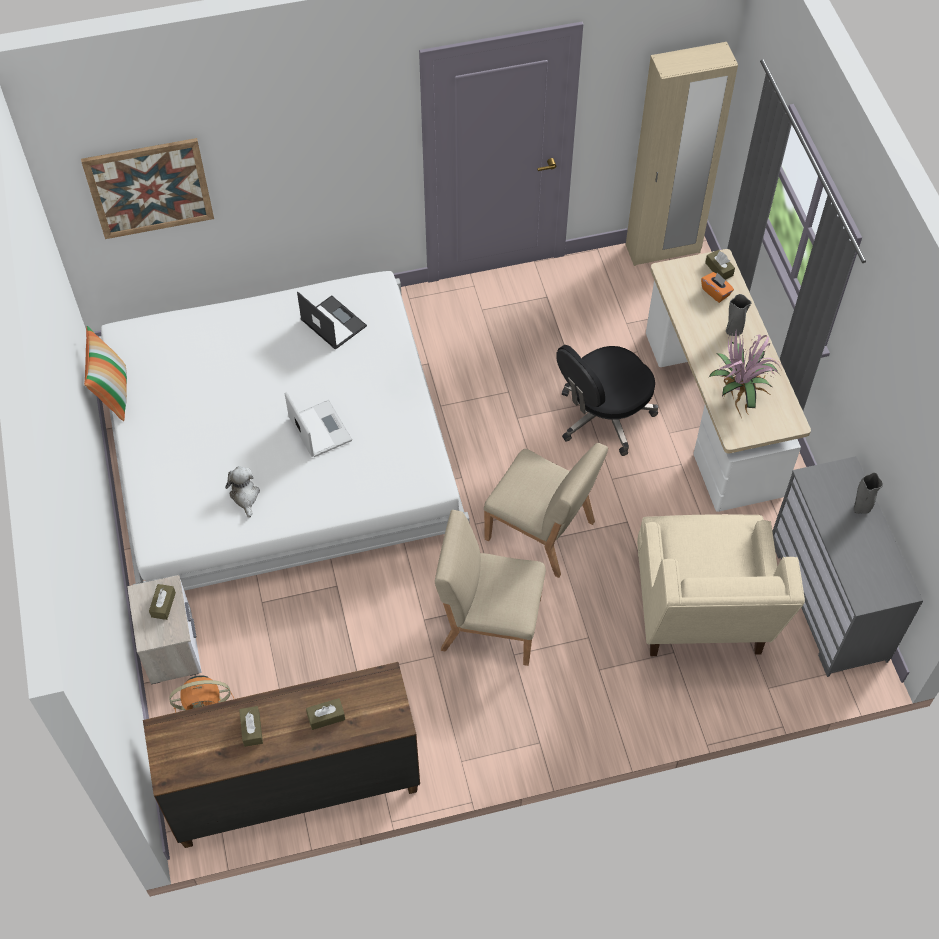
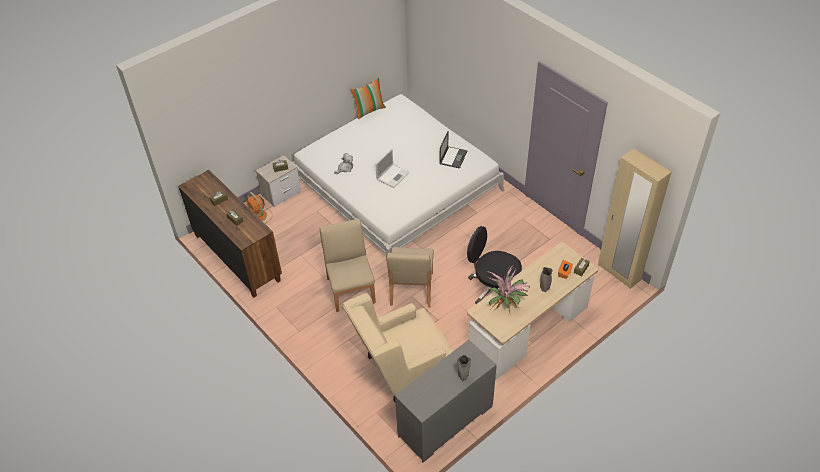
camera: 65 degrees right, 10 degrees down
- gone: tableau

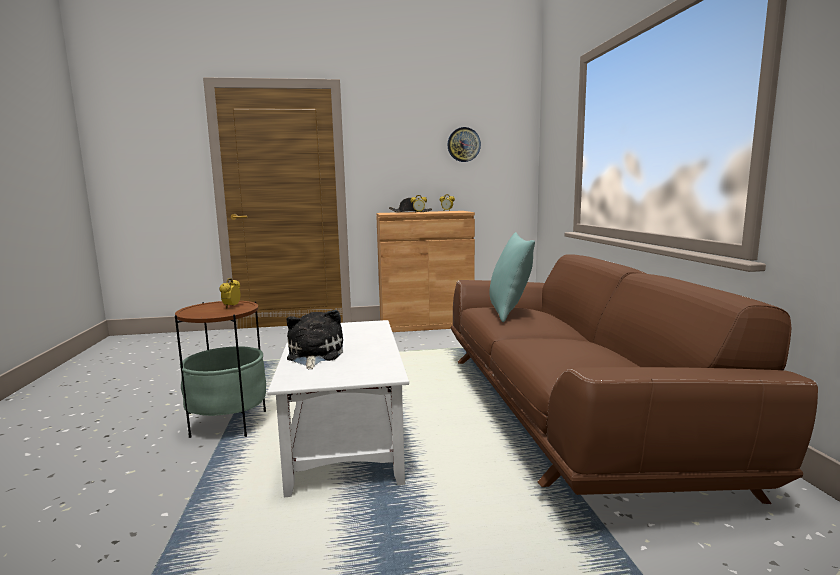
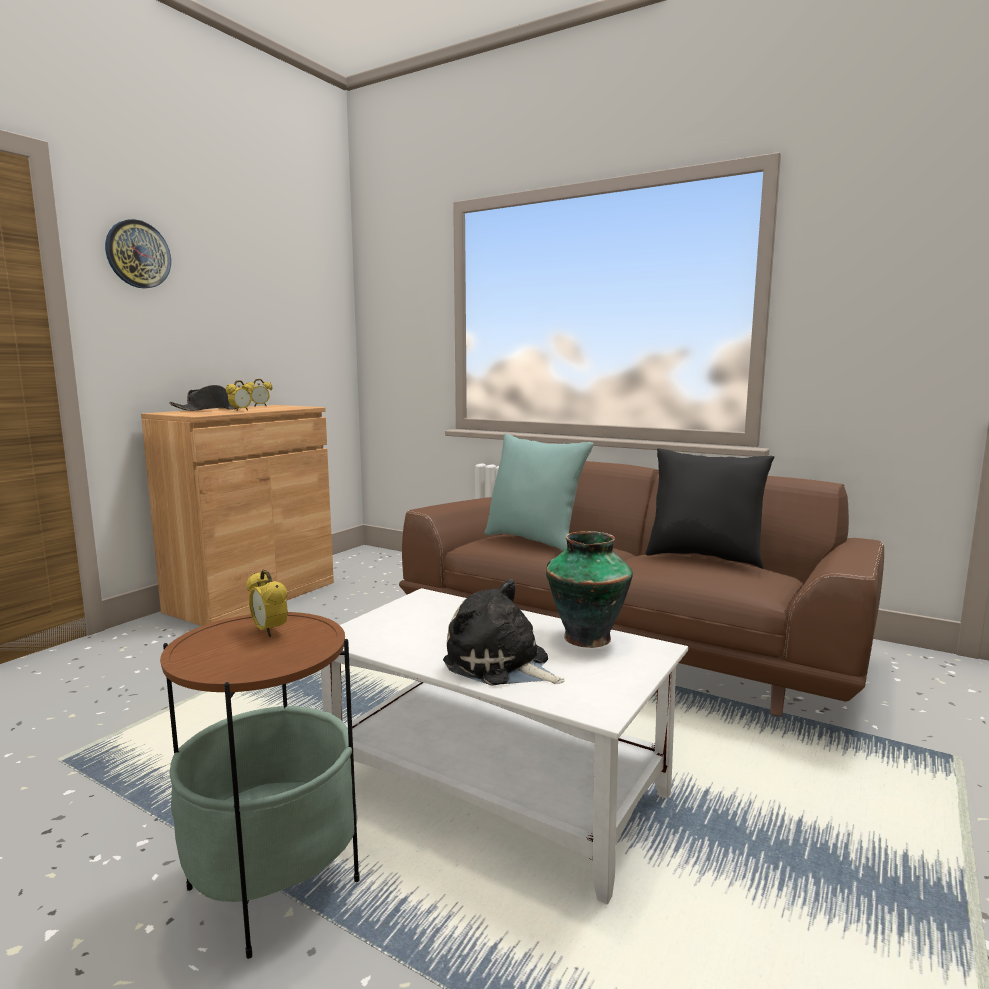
camera: 50 degrees left, 0 degrees up
- new: vase
- new: coussin (noir)
- shifted: horloge murale

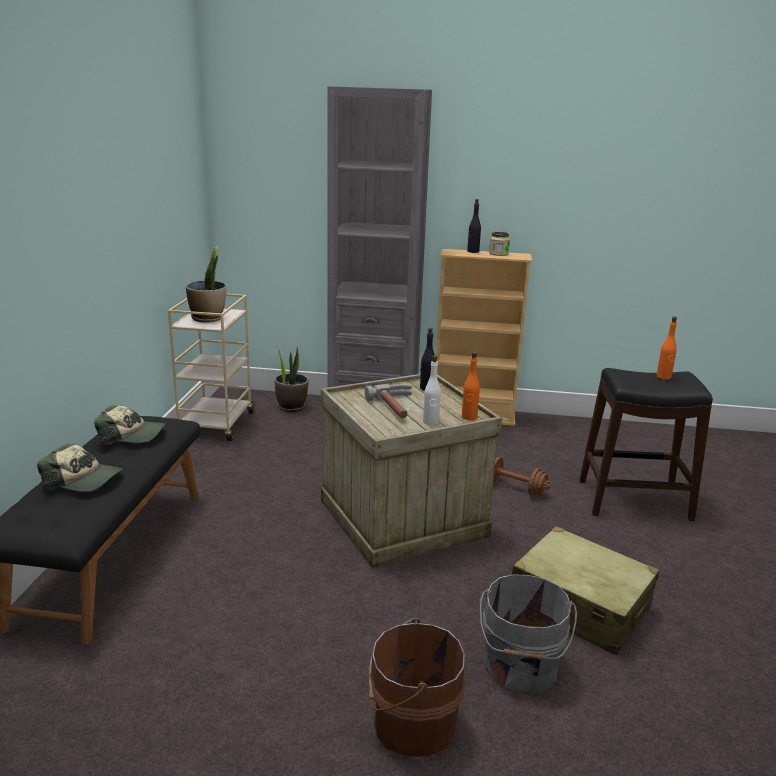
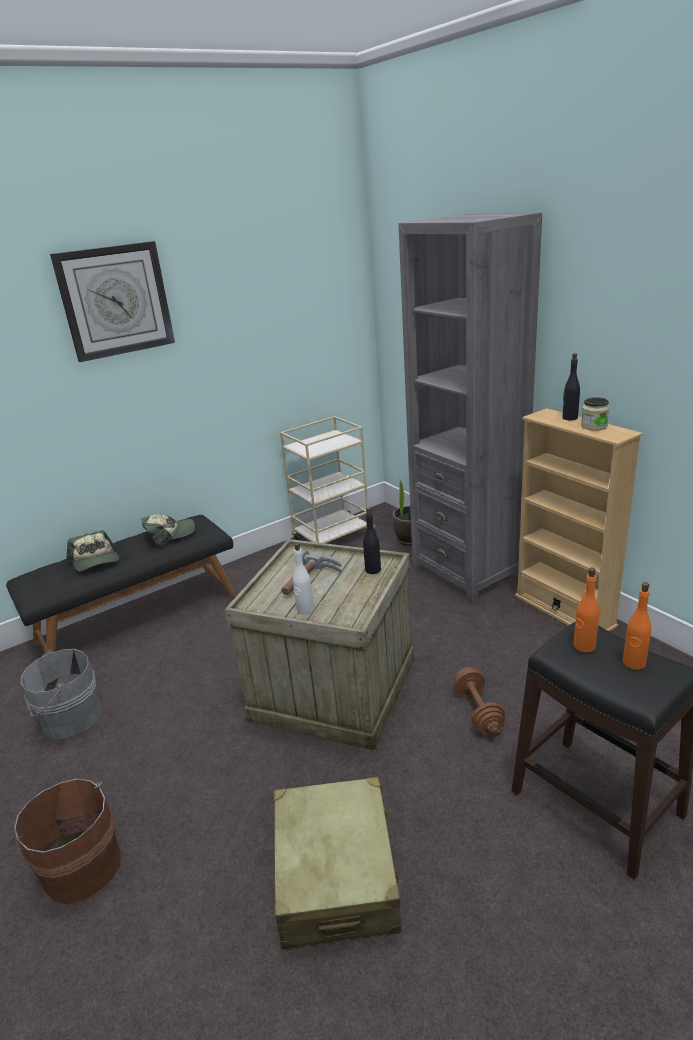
camera: 50 degrees right, 5 degrees up
- gone: plante en pot (no. 1 from left)
- new: horloge murale
- shifted: bouteille (orange) (no. 1 from left)
- shifted: seau (gris)
- rotated: casquette (no. 2 from left) 75 degrees counterclockwise

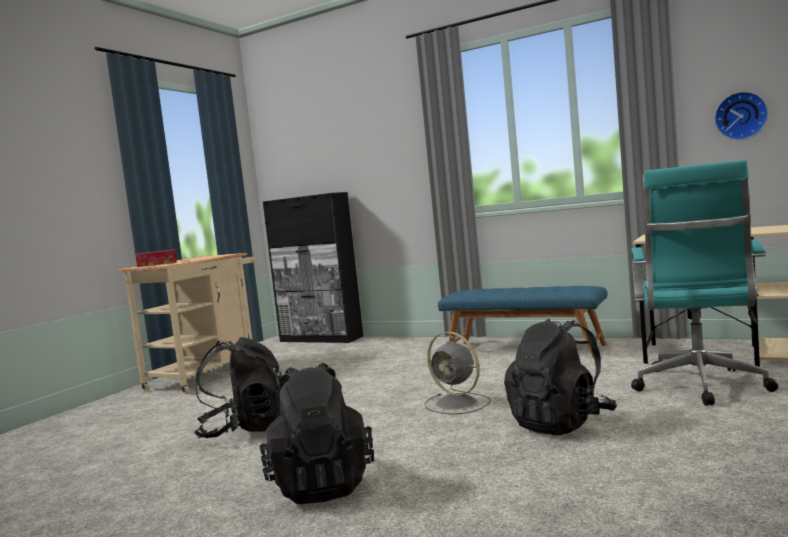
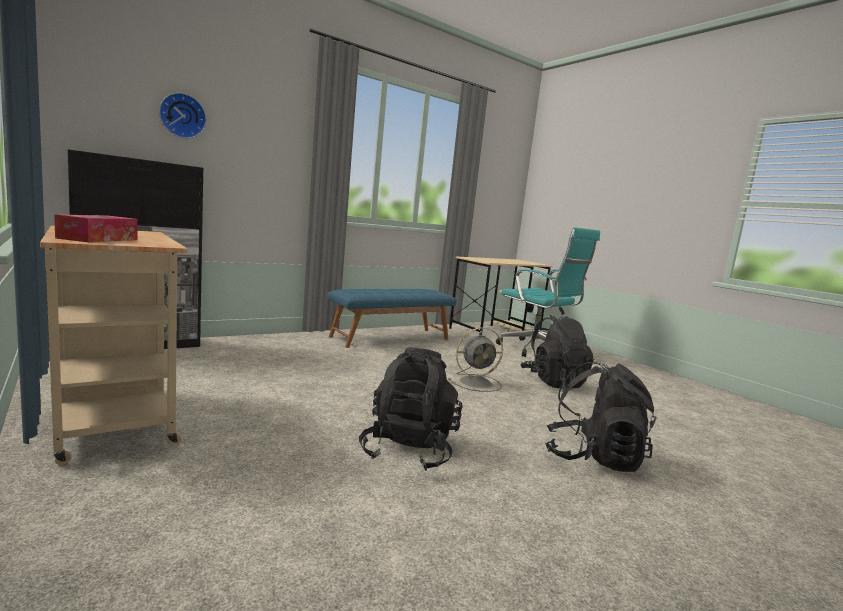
camera: 65 degrees left, 5 degrees up
- shifted: horloge murale

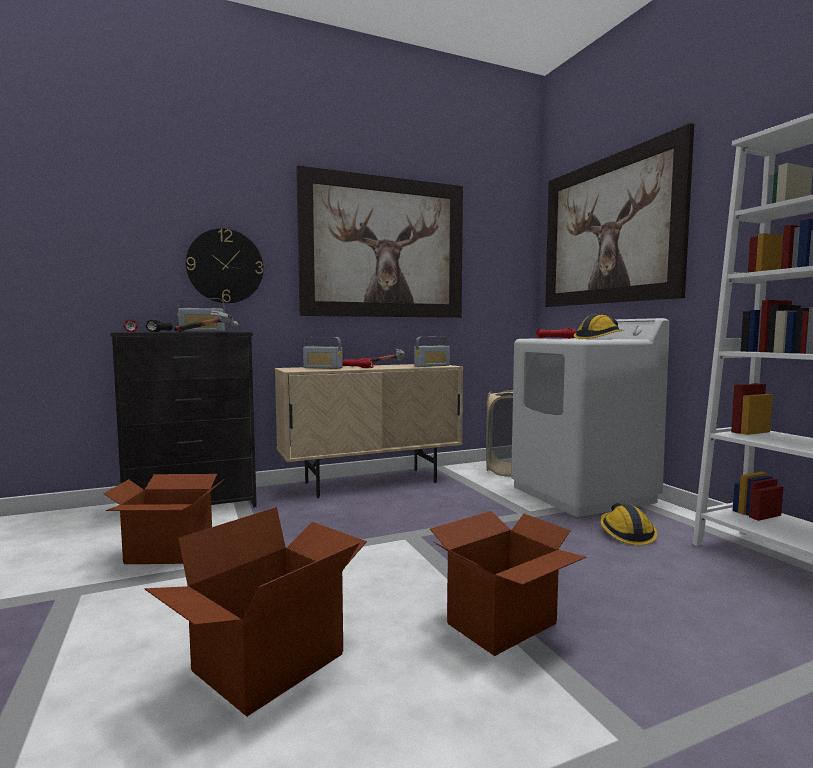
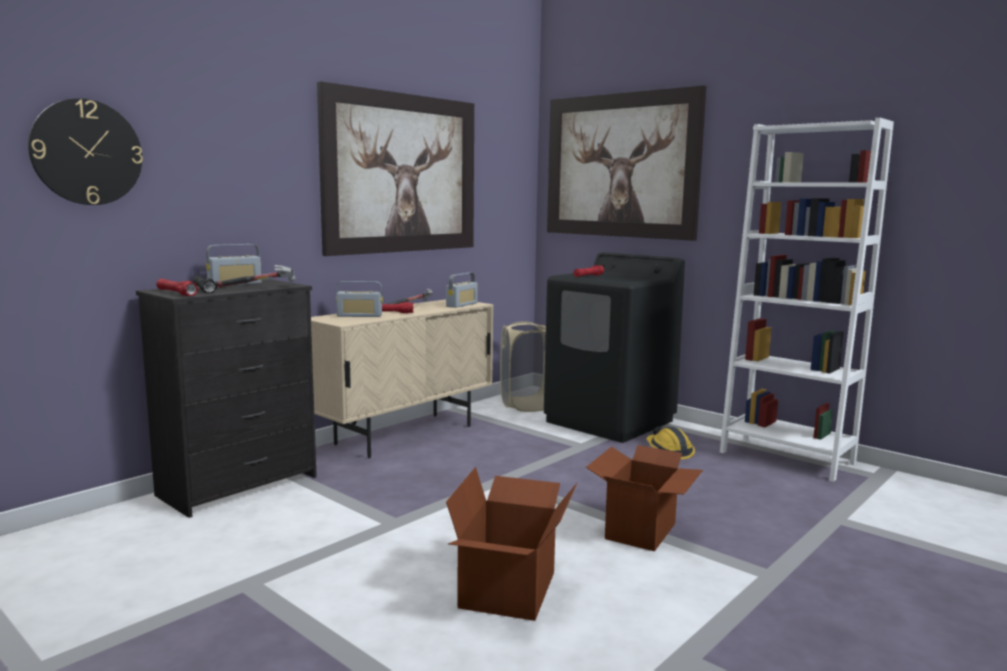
camera: 25 degrees left, 5 degrees up
- gone: carton (no. 1 from left)
- gone: casque de chantier (no. 1 from left)
- shifted: horloge murale
- repainted: lave-linge (blanc) to lave-linge (noir)

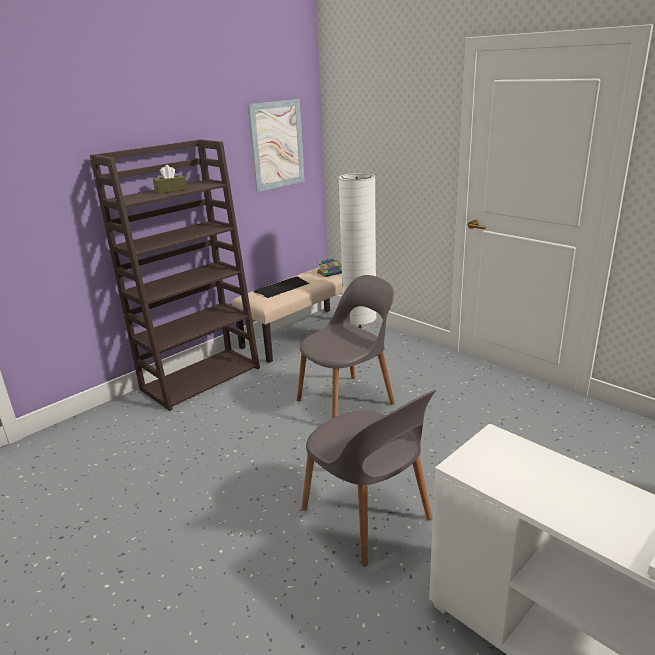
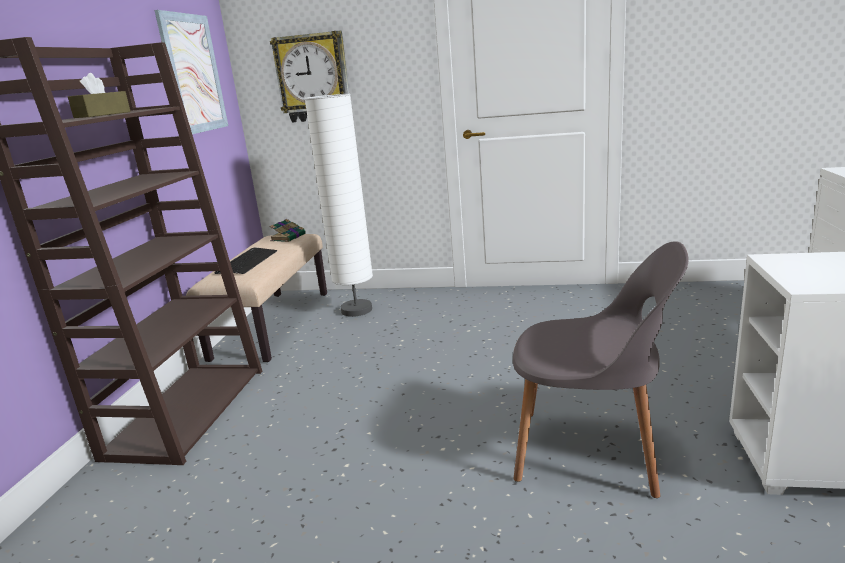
camera: 35 degrees left, 5 degrees down
- gone: chaise (gris) (no. 1 from left)
- new: horloge murale

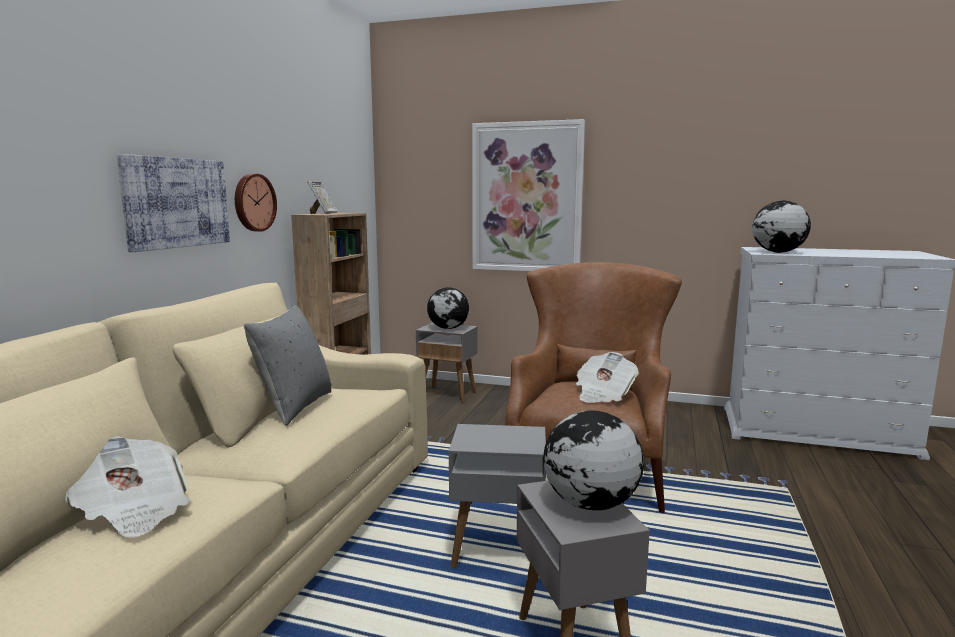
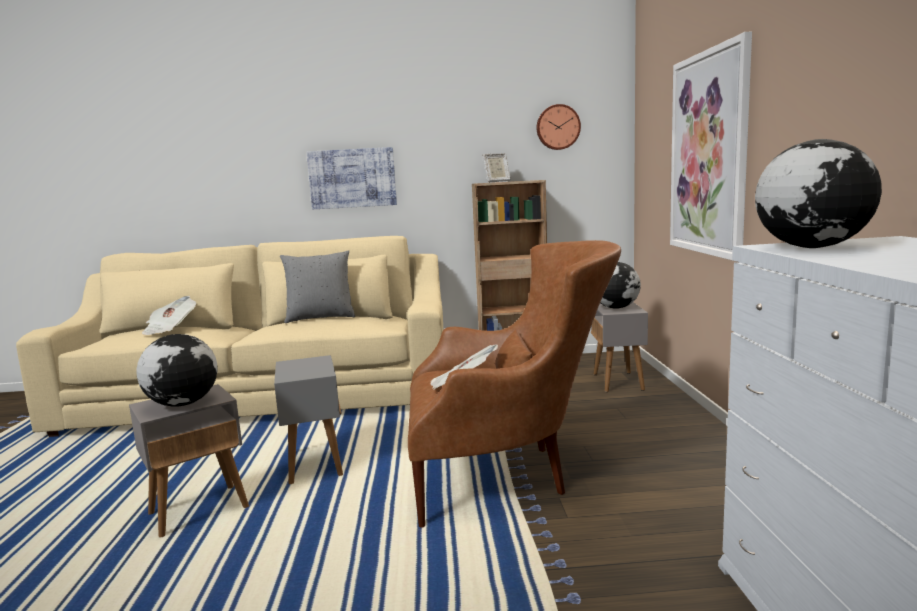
camera: 70 degrees right, 0 degrees up
- shifted: horloge murale

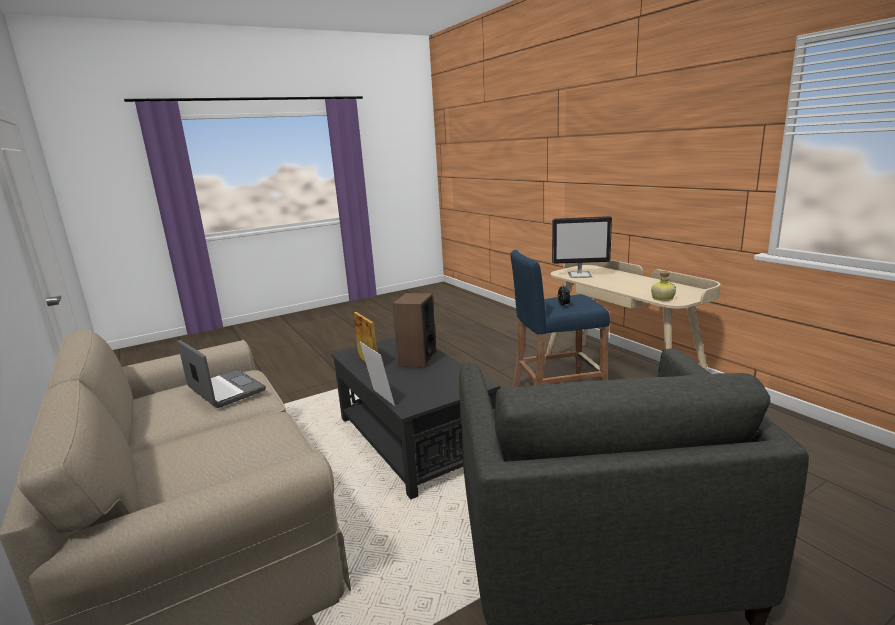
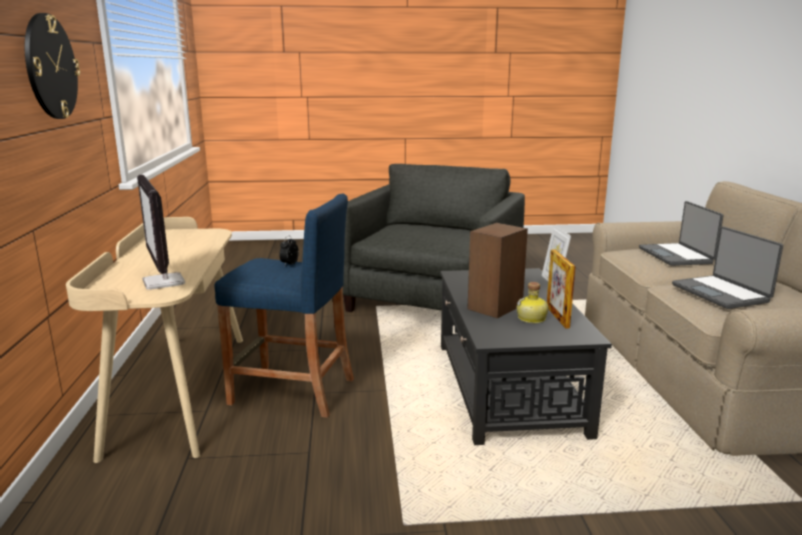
camera: 155 degrees left, 0 degrees up
- new: horloge murale
- new: ordinateur portable (no. 1 from left)
- shifted: bouteille
- rotated: écran d'ordinateur 150 degrees counterclockwise

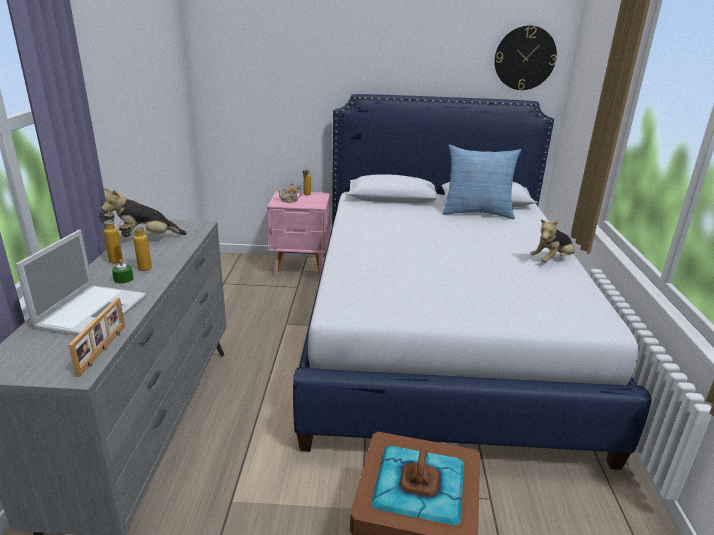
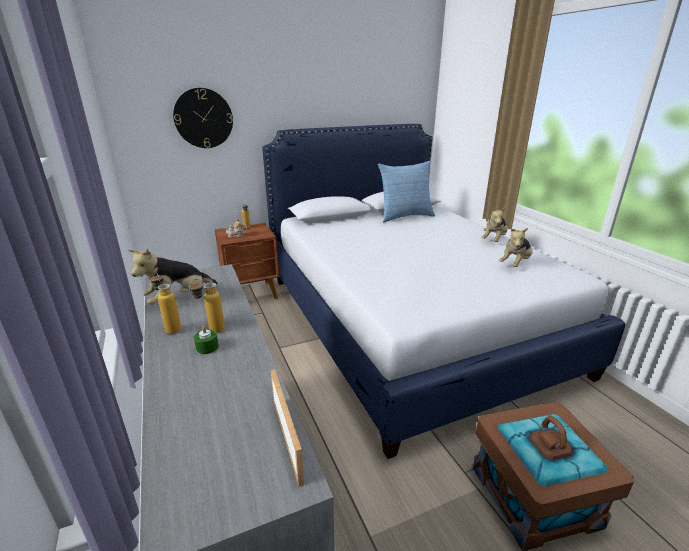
camera: 25 degrees left, 0 degrees up
- gone: ordinateur portable
- new: peluche (no. 3 from left)
- shifted: horloge murale
- repainted: table de chevet (rose) to table de chevet (marron)

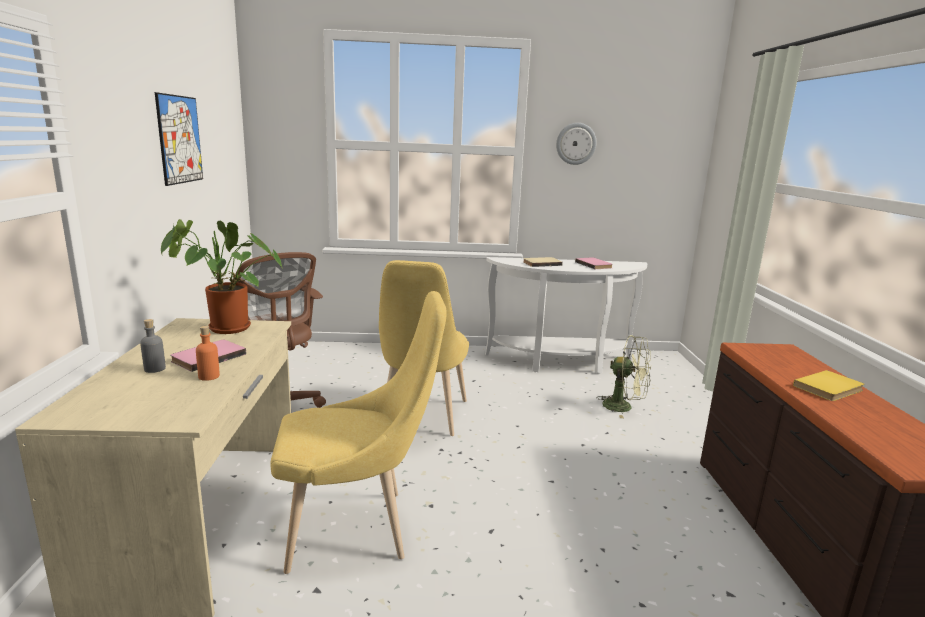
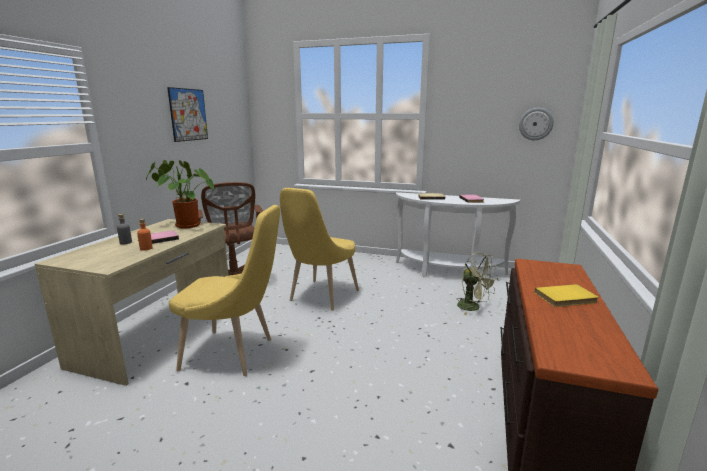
camera: 20 degrees right, 0 degrees up
- shifted: horloge murale

